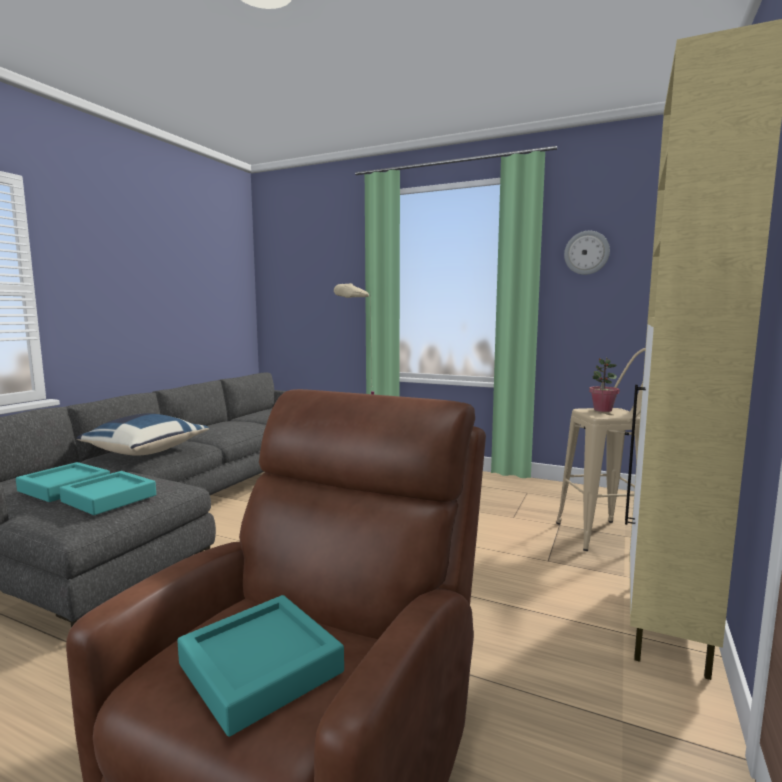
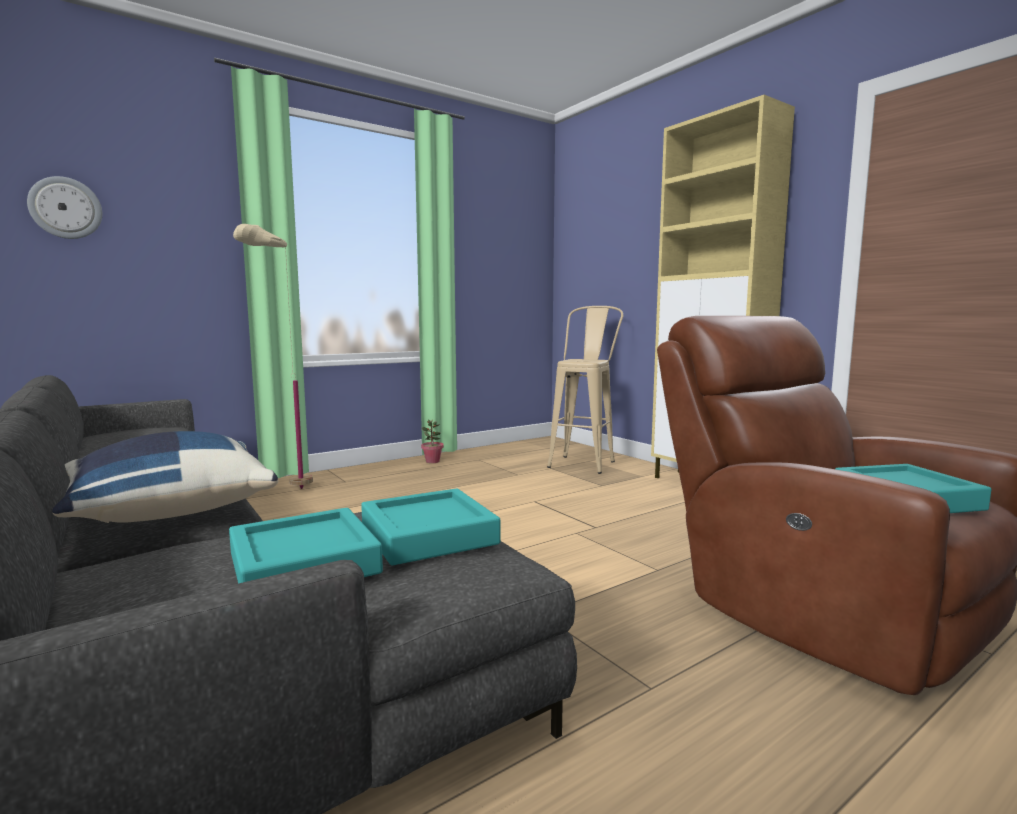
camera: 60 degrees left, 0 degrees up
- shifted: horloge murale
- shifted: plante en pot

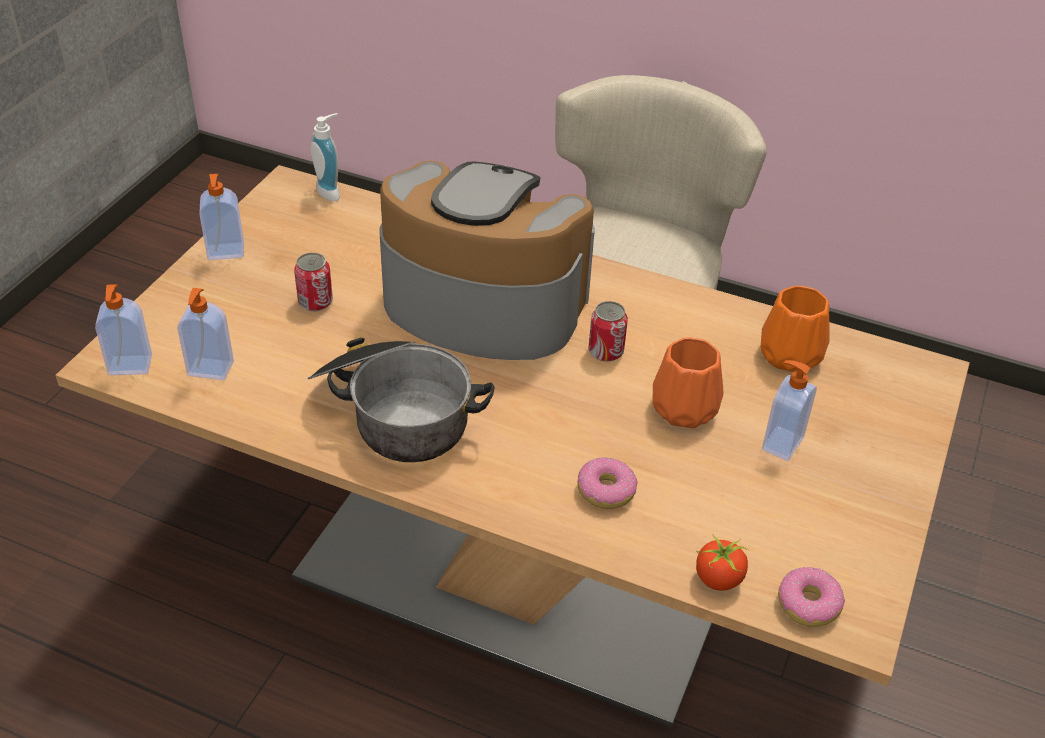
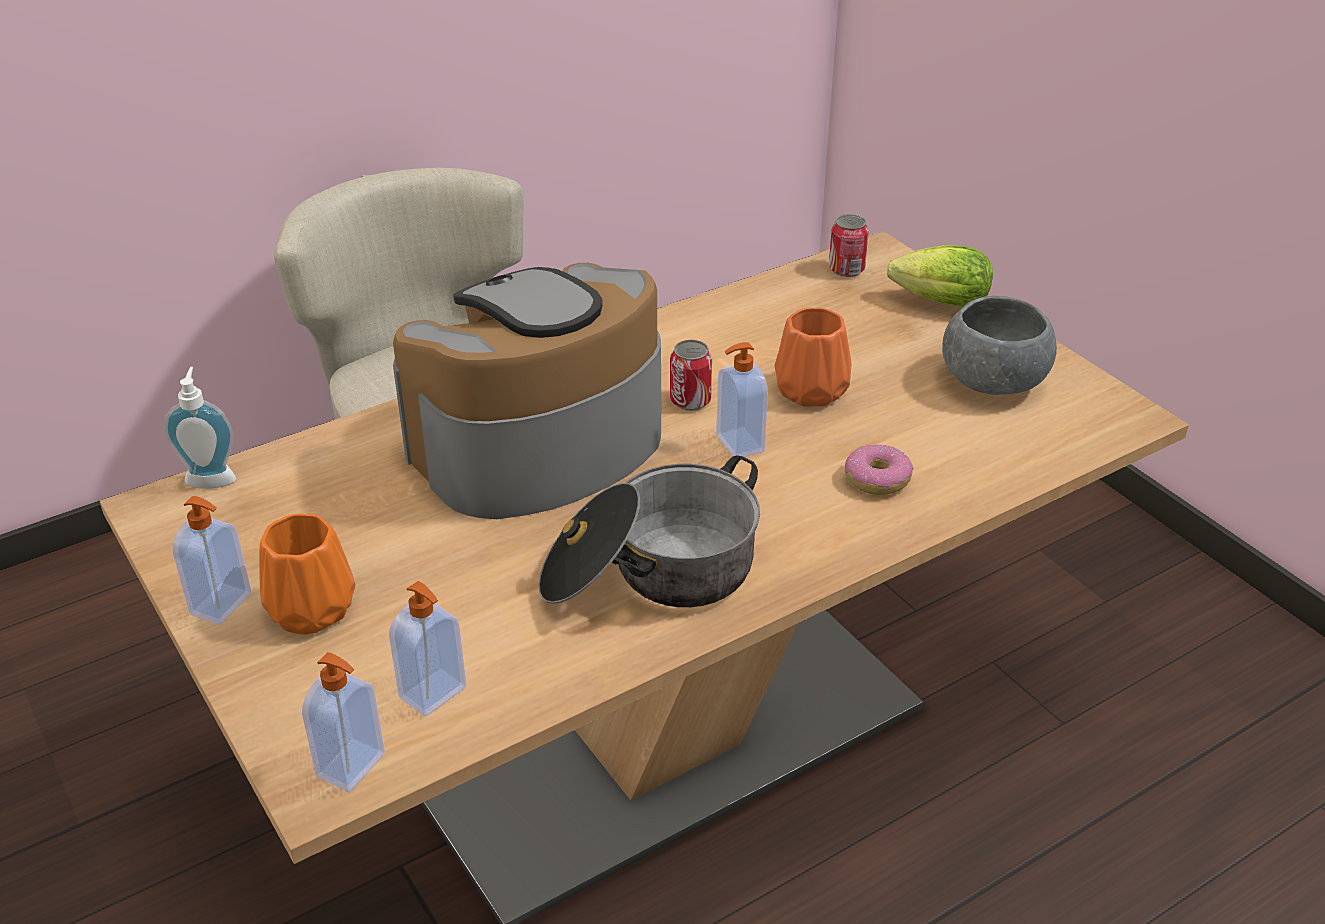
camera: 55 degrees left, 5 degrees down
- gone: tomate
- gone: beignet (no. 2 from left)
- new: laitue
- new: bol (gris)
- shifted: boîte métallique (no. 1 from left in the first image) to boîte métallique (no. 2 from left)
- shifted: vase (orange) (no. 2 from left in the first image) to vase (orange) (no. 1 from left)
- shifted: distributeur de savon (no. 5 from left)

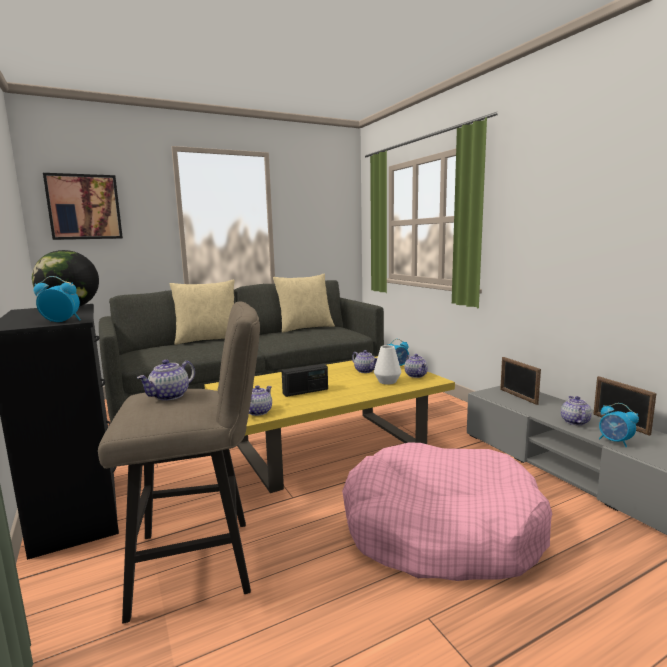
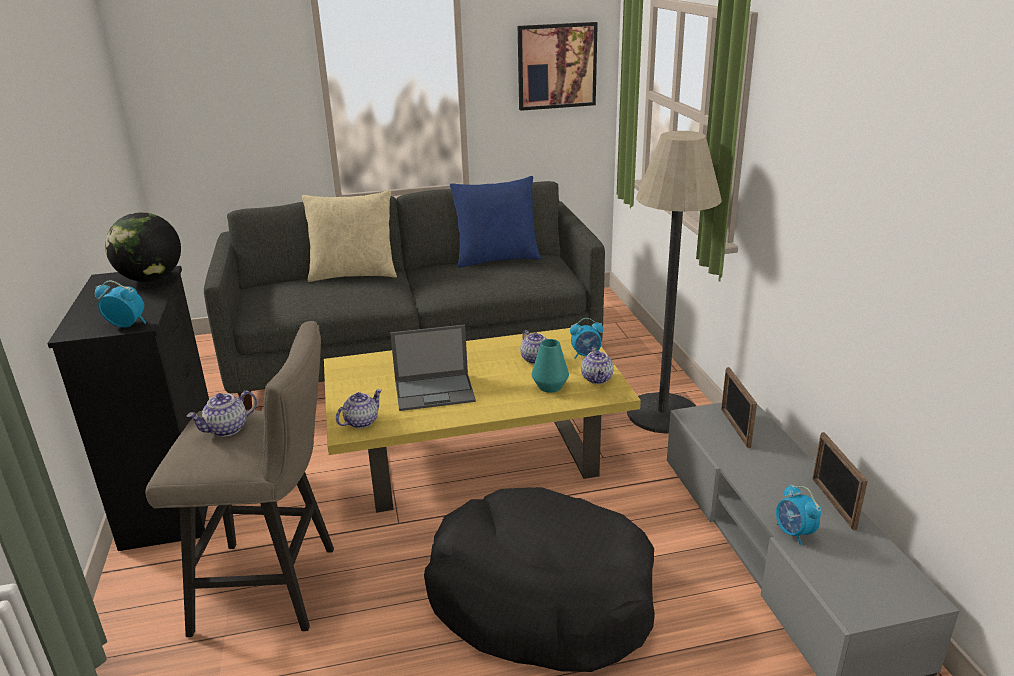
camera: 15 degrees right, 15 degrees up
- gone: théière (no. 5 from left)
- new: lampadaire
- shifted: tableau
- swapped: radio to ordinateur portable
- repainted: coussin (beige) (no. 2 from left) to coussin (bleu)
- repainted: panier pour chien (rose) to panier pour chien (noir)
- repainted: vase (blanc) to vase (turquoise)

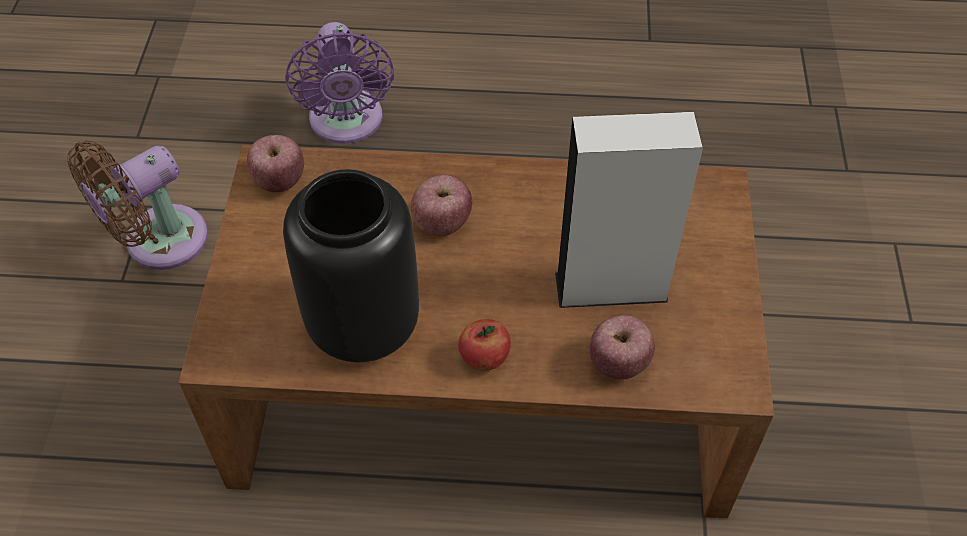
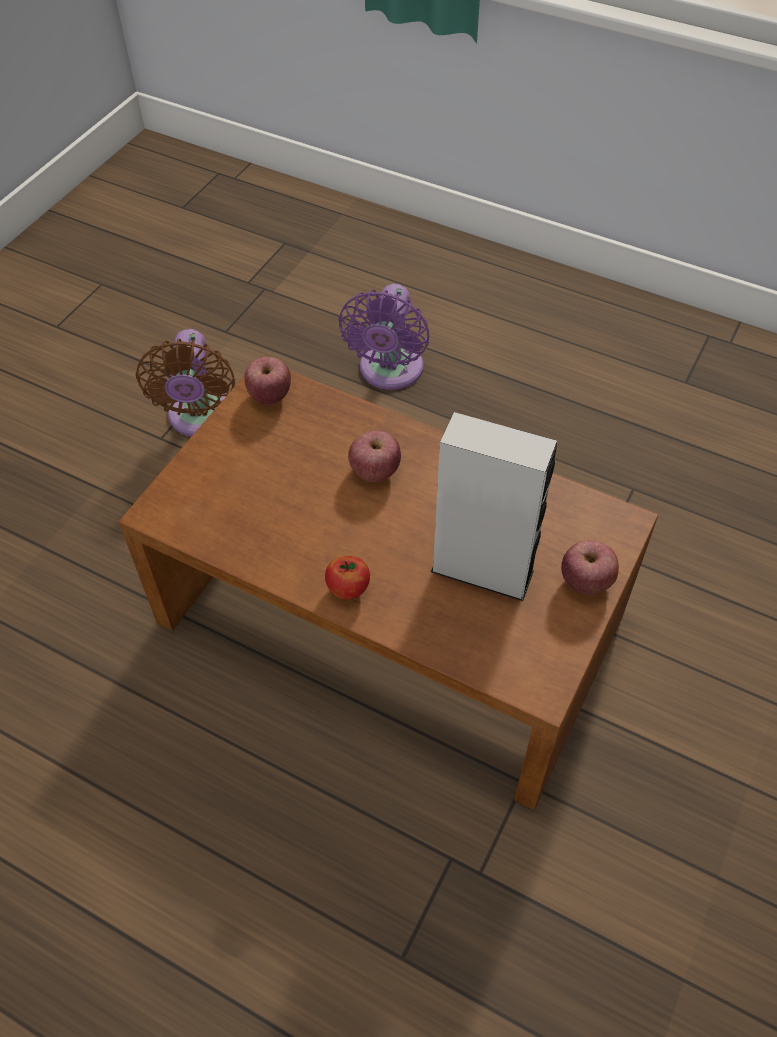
camera: 25 degrees right, 0 degrees up
- gone: vase (noir)
- shifted: pomme (no. 4 from left)
- rotated: ventilateur (marron) 75 degrees counterclockwise

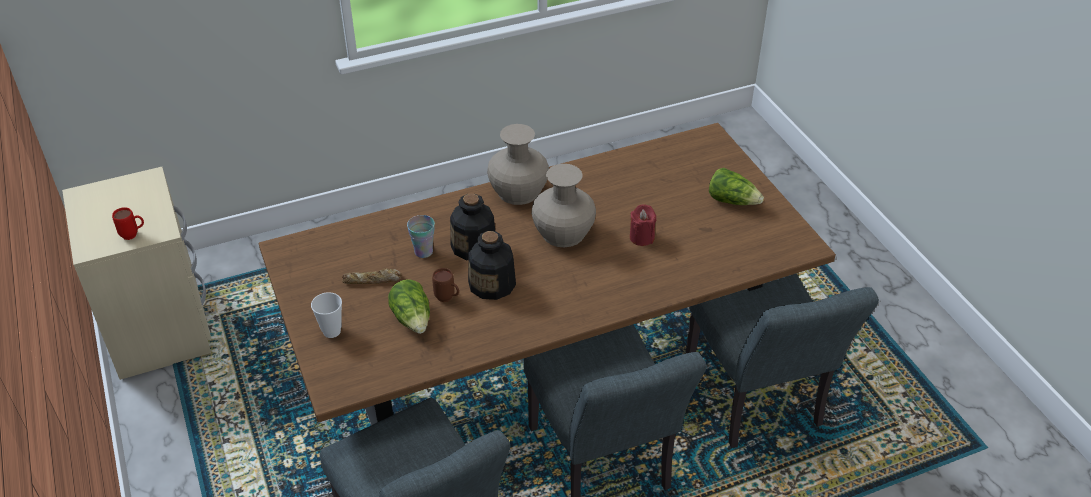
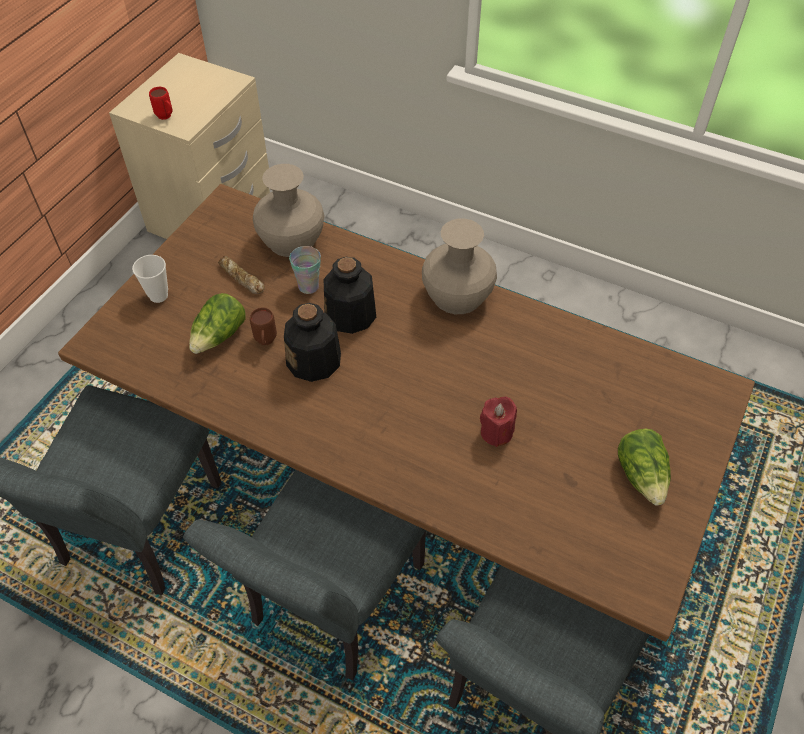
camera: 50 degrees right, 10 degrees up
- shifted: vase (beige) (no. 2 from left in the first image) to vase (beige) (no. 1 from left)

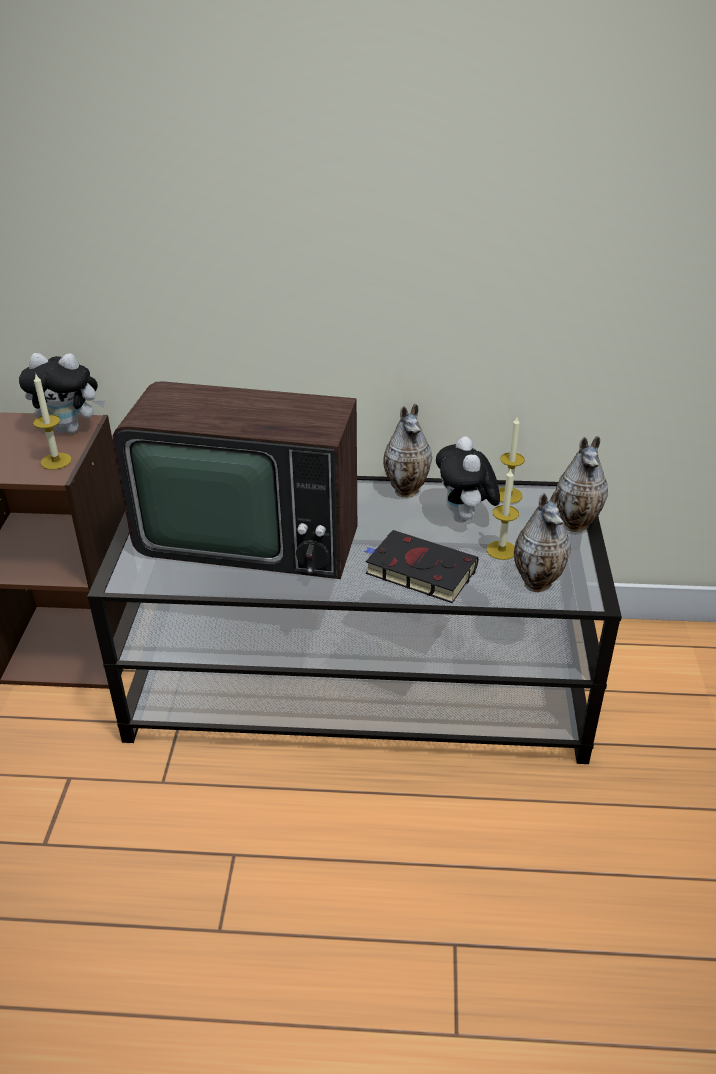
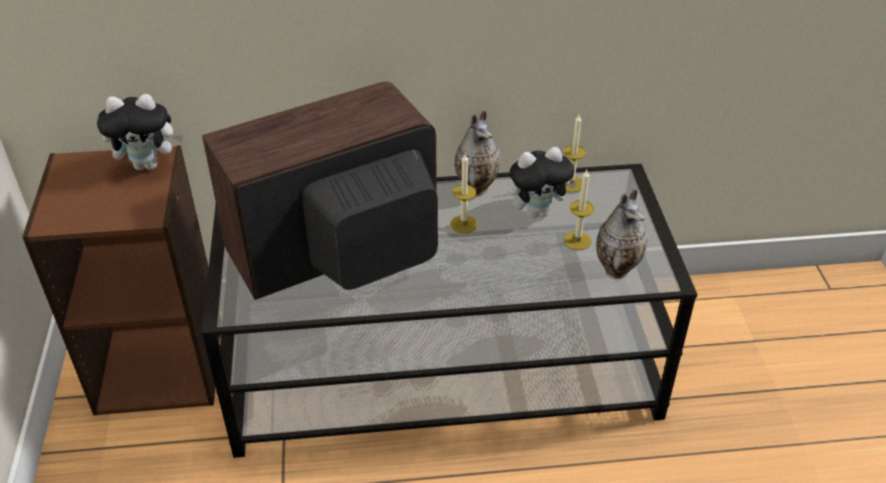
camera: 10 degrees left, 5 degrees up
- gone: livre (noir)
- gone: vase (no. 3 from left)
- shifted: bougie (no. 1 from left)
- rotated: téléviseur 150 degrees clockwise
- rotated: peluche (no. 2 from left) 90 degrees counterclockwise

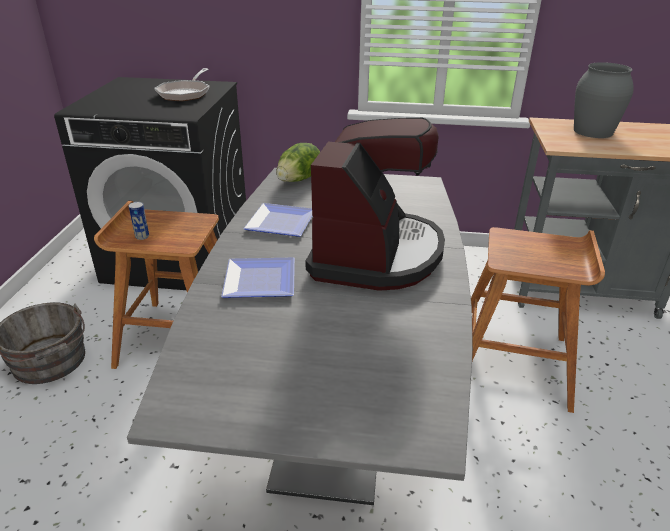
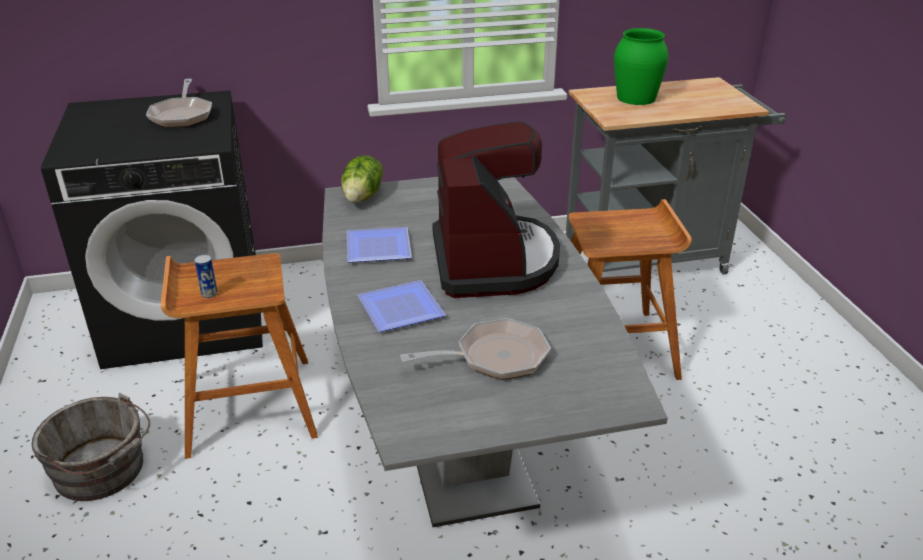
camera: 20 degrees left, 0 degrees up
- new: poêle (no. 2 from left)
- repainted: vase (gris) to vase (vert)

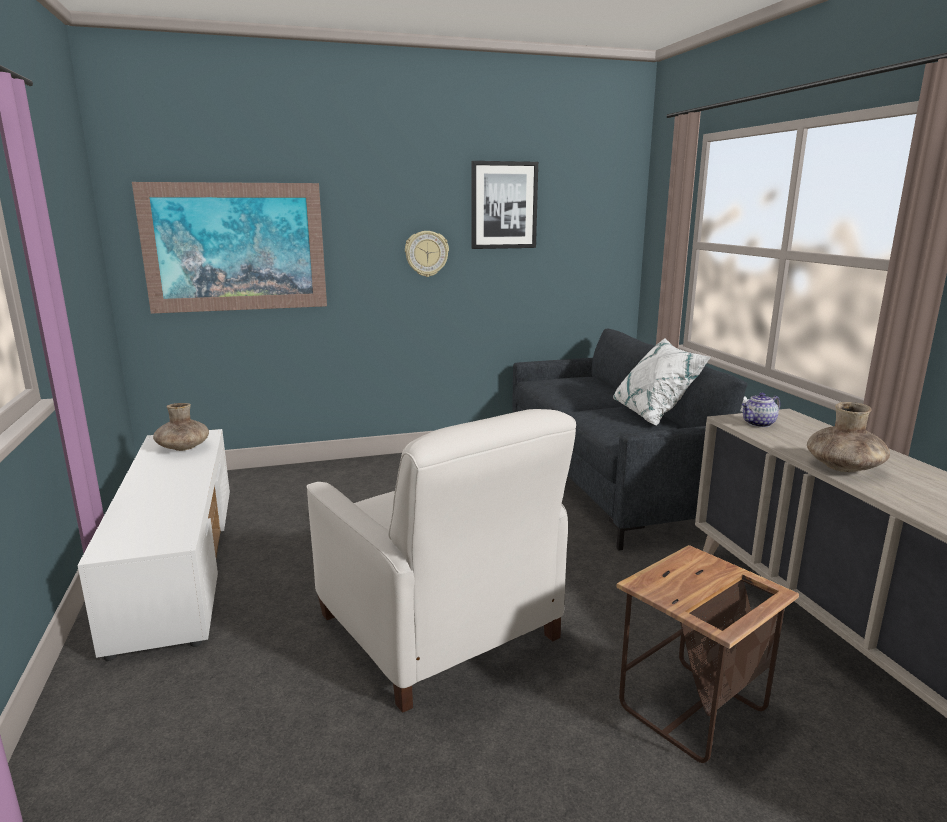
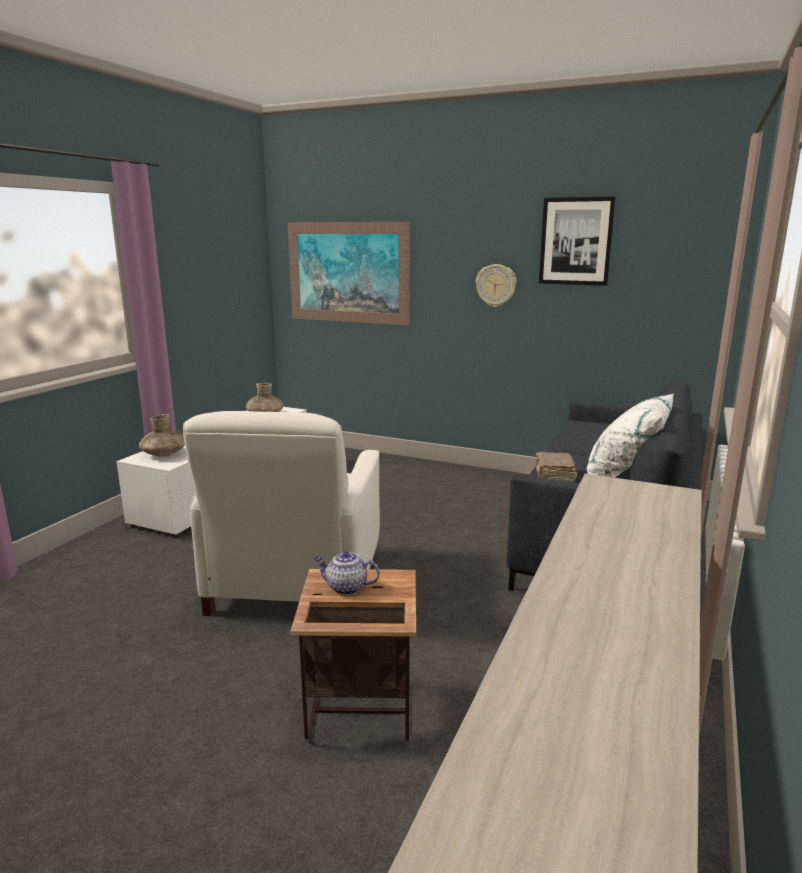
camera: 40 degrees right, 0 degrees up
- new: livre (marron)
- shifted: théière
- shifted: vase (marron) (no. 2 from left in the first image) to vase (marron) (no. 1 from left)

